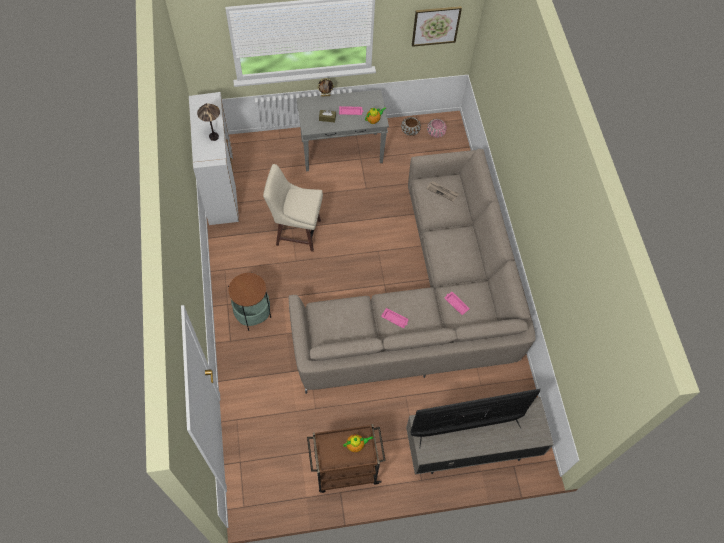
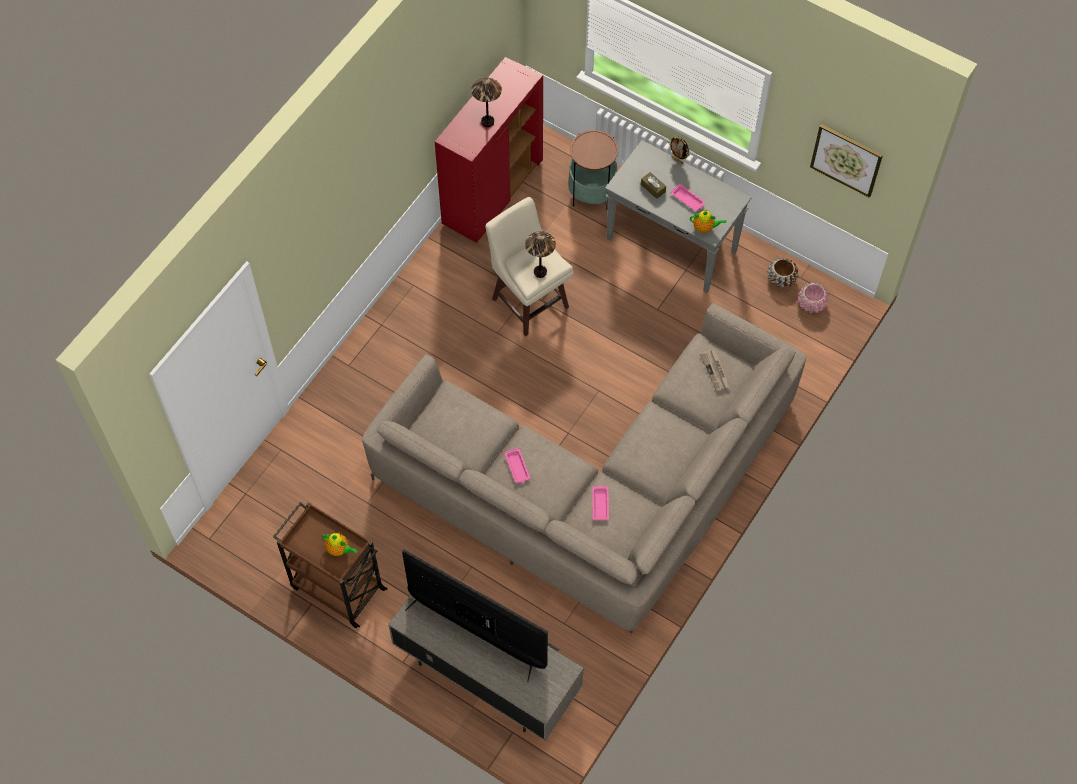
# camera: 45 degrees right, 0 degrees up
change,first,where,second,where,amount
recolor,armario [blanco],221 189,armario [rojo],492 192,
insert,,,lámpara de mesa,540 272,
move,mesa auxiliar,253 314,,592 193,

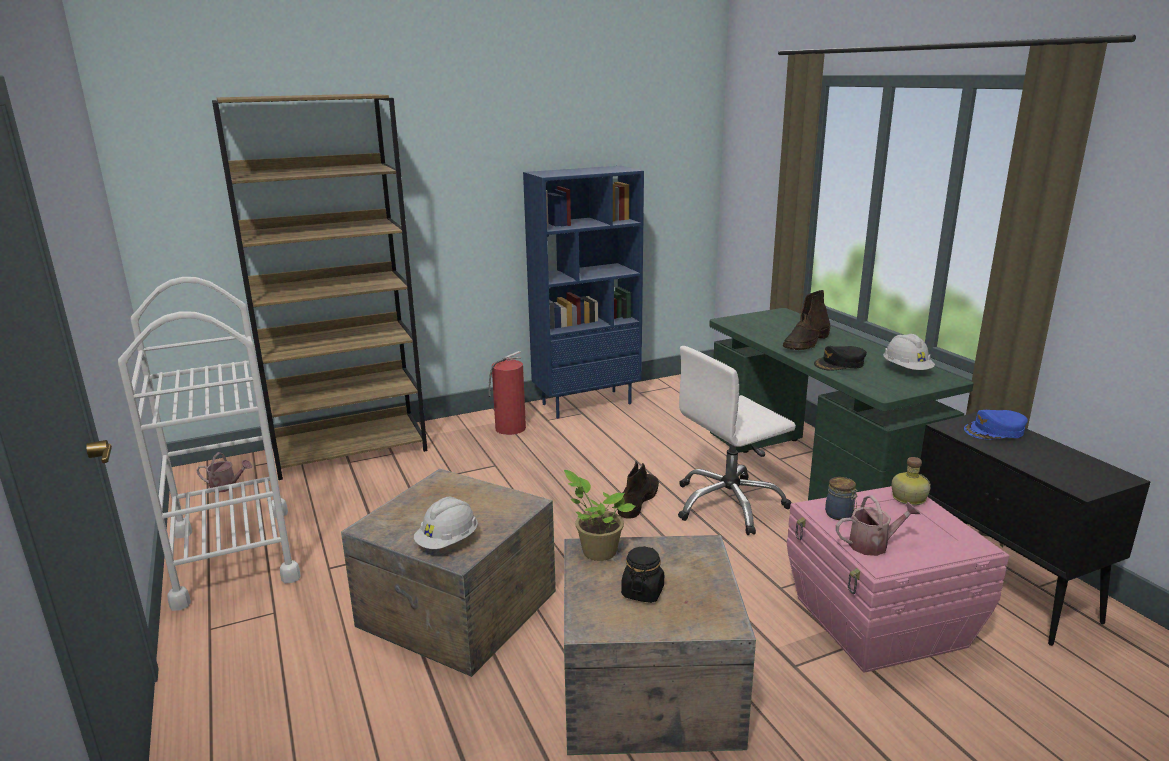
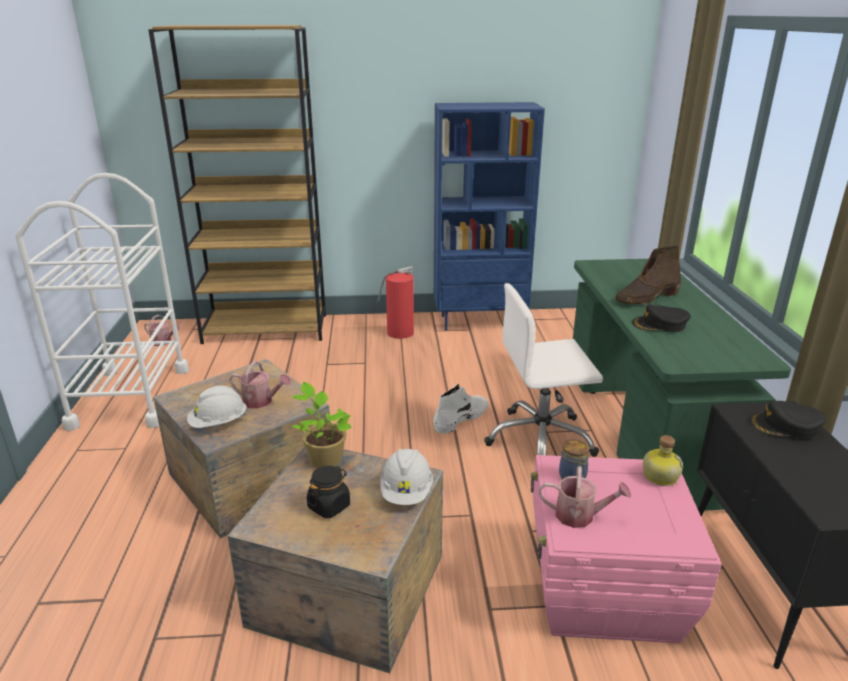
# camera: 20 degrees right, 5 degrees up
change,first,where,second,where,amount
insert,,,regadera,261 401,
move,casco [blanco],906 370,,406 492,
recolor,bota [marrón],638 500,bota [blanco],461 418,
recolor,gorra [azul],995 431,gorra [negro],785 426,

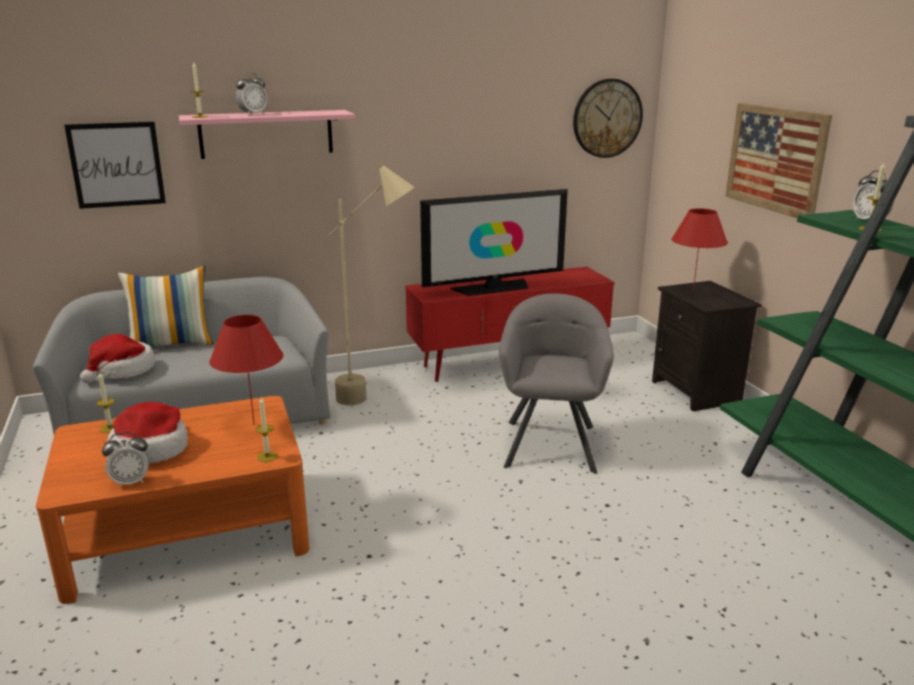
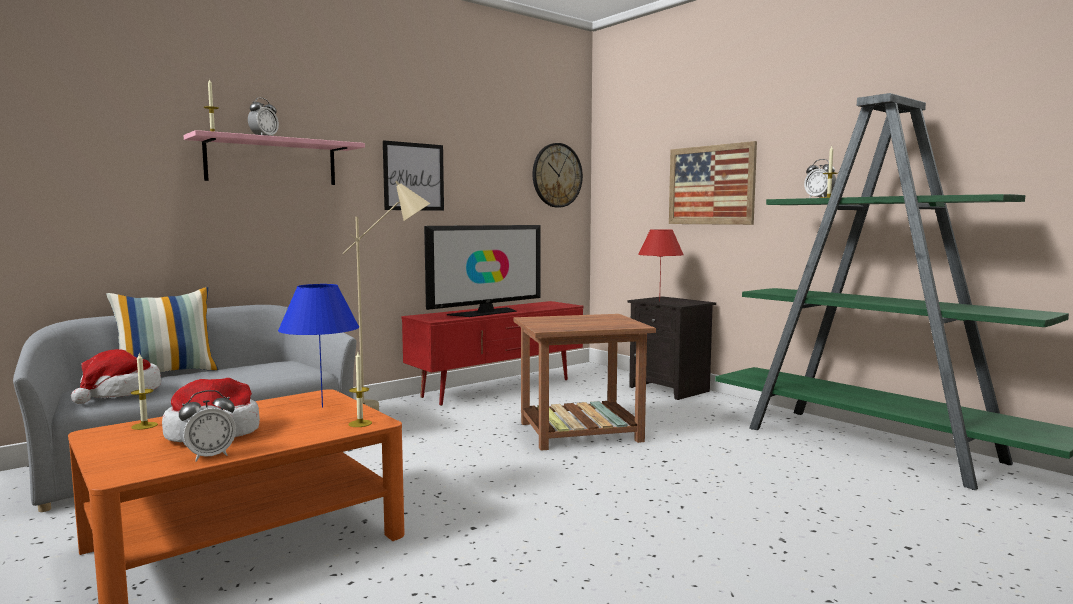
# camera: 20 degrees left, 15 degrees down
change,first,where,second,where,amount
recolor,lámpara de mesa [rojo],254 424,lámpara de mesa [azul],322 407,
move,cuadro,116 165,,413 176,
replace,sillón [gris],551 445,mesa auxiliar [marrón],581 431,

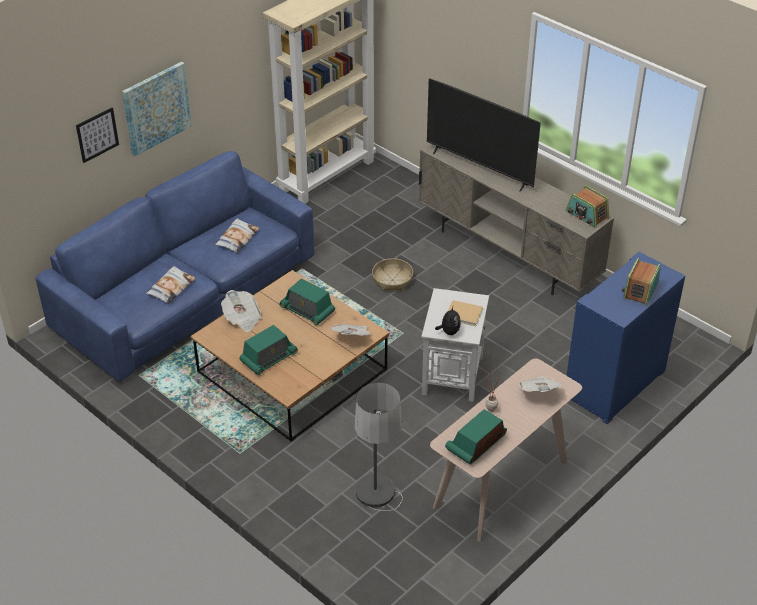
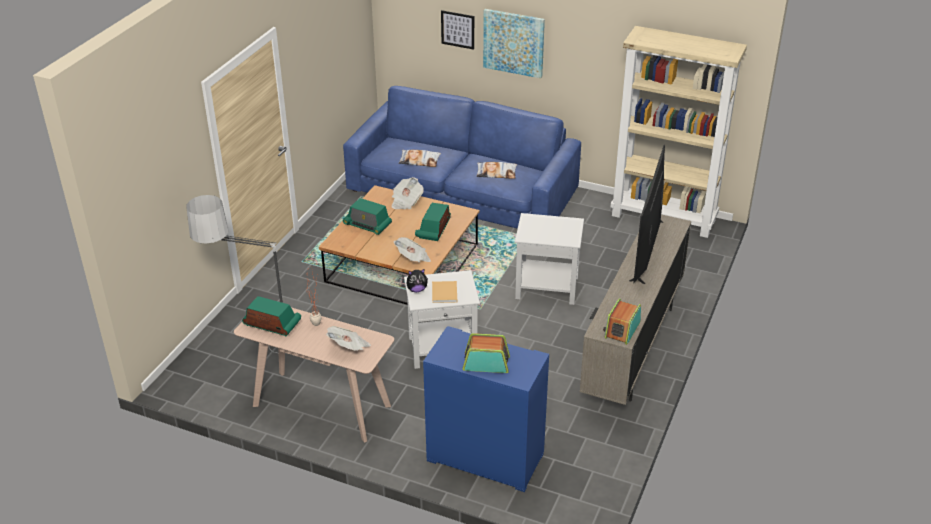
# camera: 70 degrees right, 5 degrees down
change,first,where,second,where,amount
replace,cesta,392 280,mesa auxiliar [blanco],546 287,

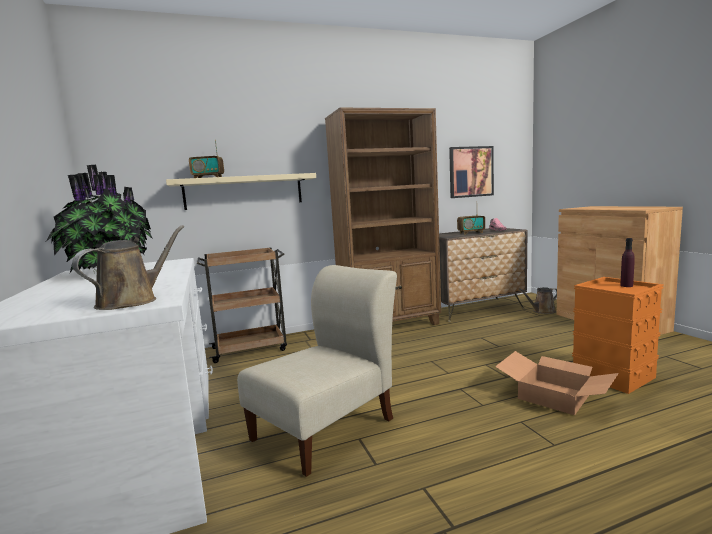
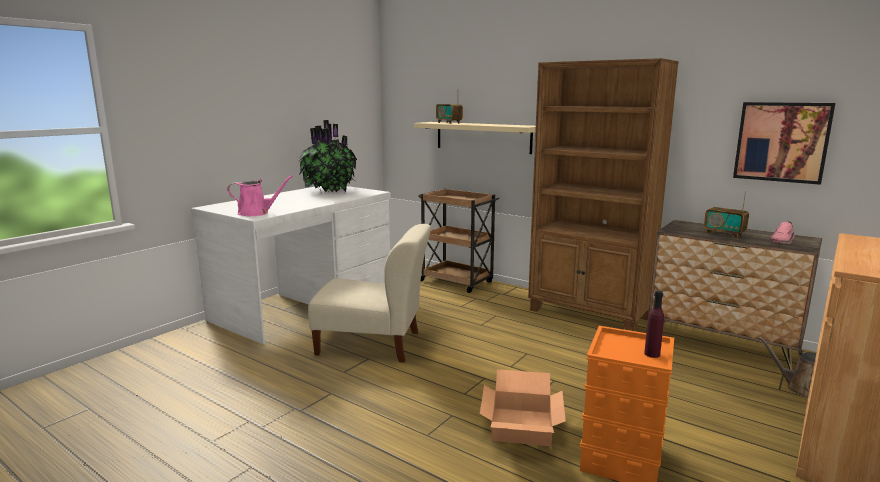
# camera: 55 degrees right, 5 degrees up
change,first,where,second,where,amount
recolor,regadera [marrón],132 301,regadera [rosa],256 213,

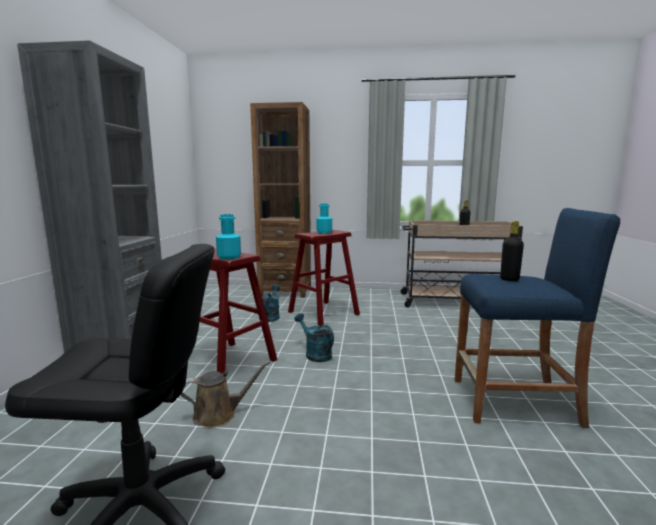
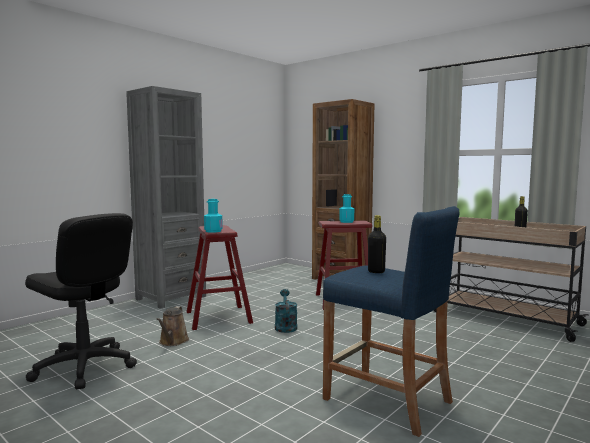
# camera: 35 degrees right, 5 degrees down
change,first,where,second,where,amount
rotate,regadera [marrón],219 414,,173 341,75 degrees clockwise
delete,regadera [turquesa],270 316,,,

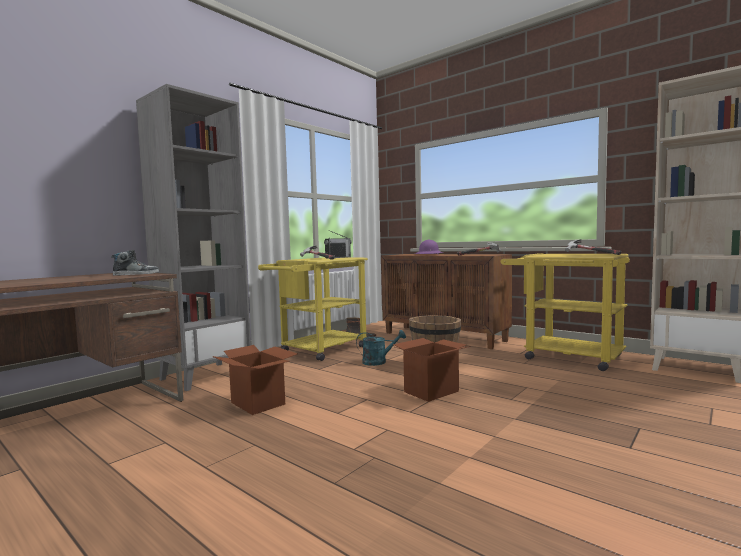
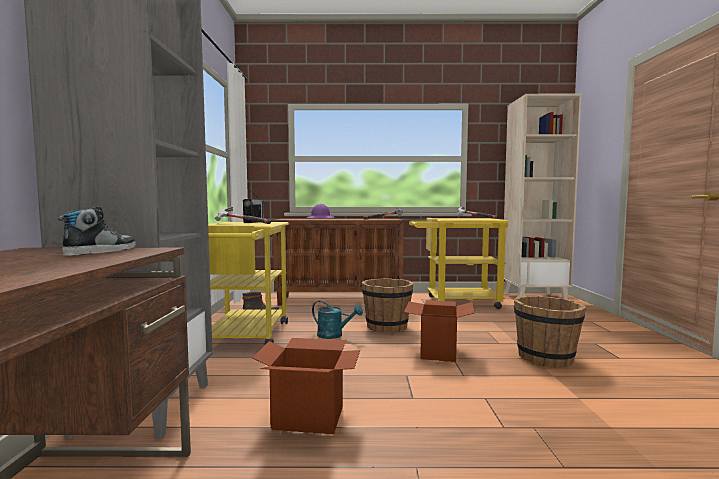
# camera: 40 degrees left, 0 degrees up
change,first,where,second,where,amount
rotate,regadera [turquesa],379 362,,334 335,75 degrees clockwise
insert,,,cubo [marrón],546 358,

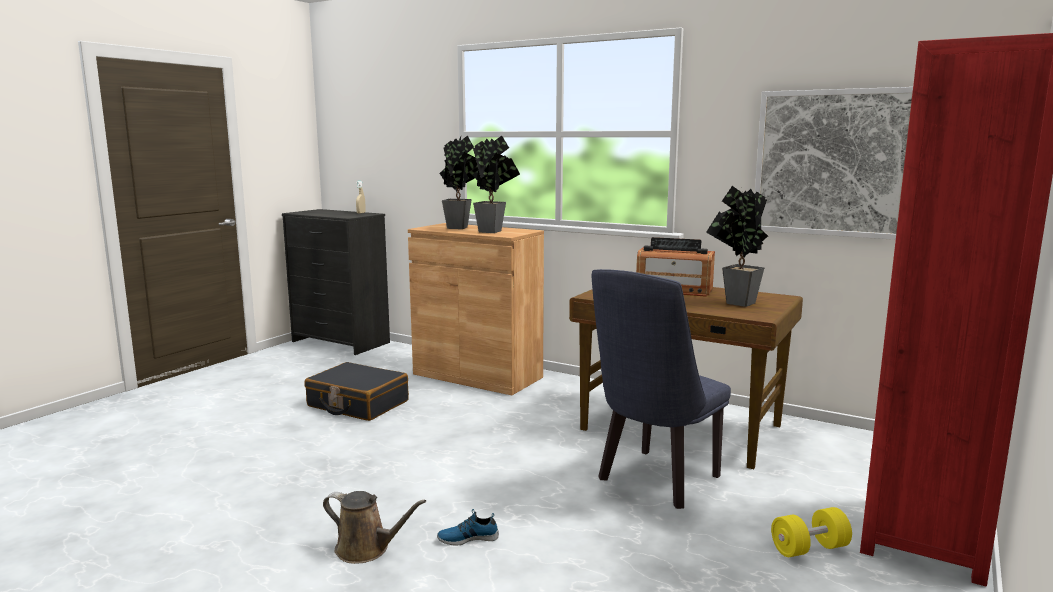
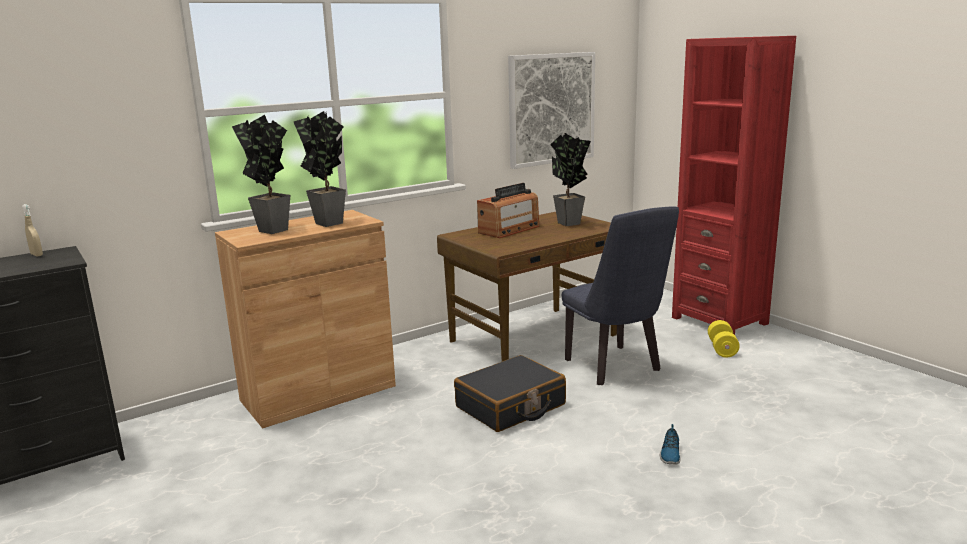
# camera: 65 degrees left, 5 degrees up
change,first,where,second,where,amount
move,maleta [negro],357 404,,511 406,
delete,regadera [marrón],367 549,,,

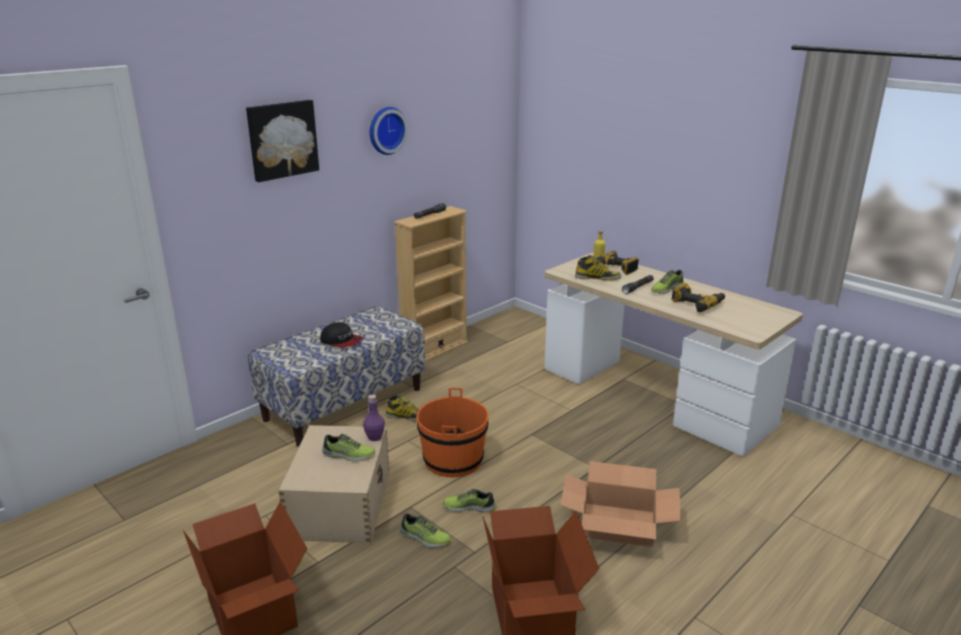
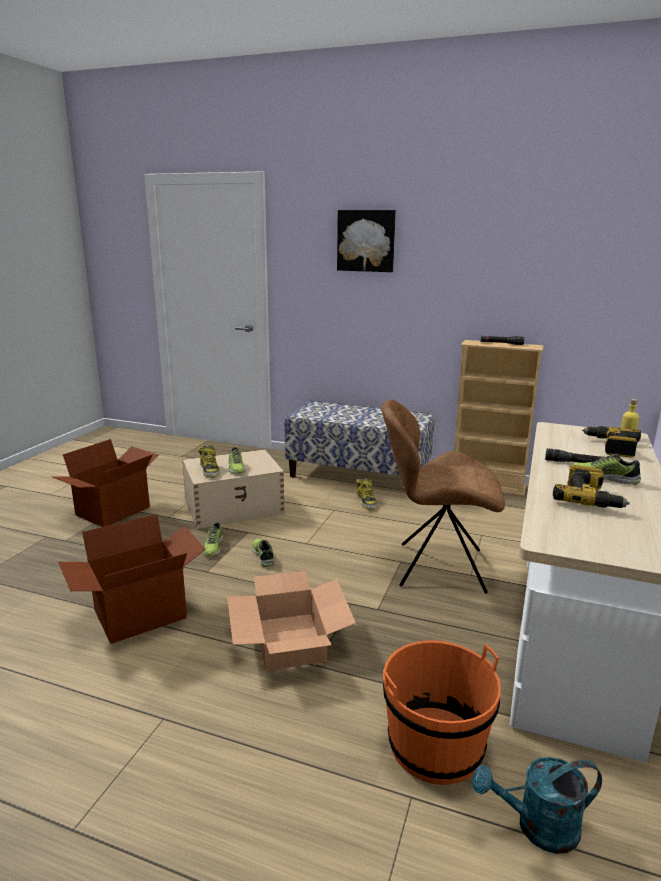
# camera: 65 degrees right, 5 degrees down
change,first,where,second,where,amount
move,bota,597 278,,209 470,
insert,,,silla [marrón],436 567,
move,cubo [naranja],453 460,,435 746,
insert,,,regadera [turquesa],537 828,
delete,gorra,341 341,,,
delete,botella [morado],374 437,,,
delete,reloj de pared,385 130,,,

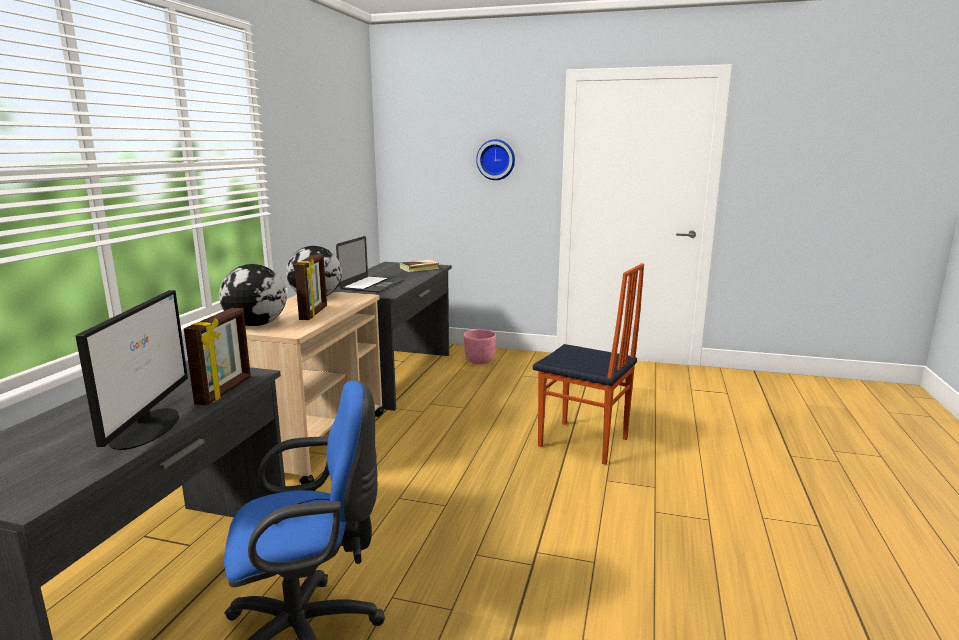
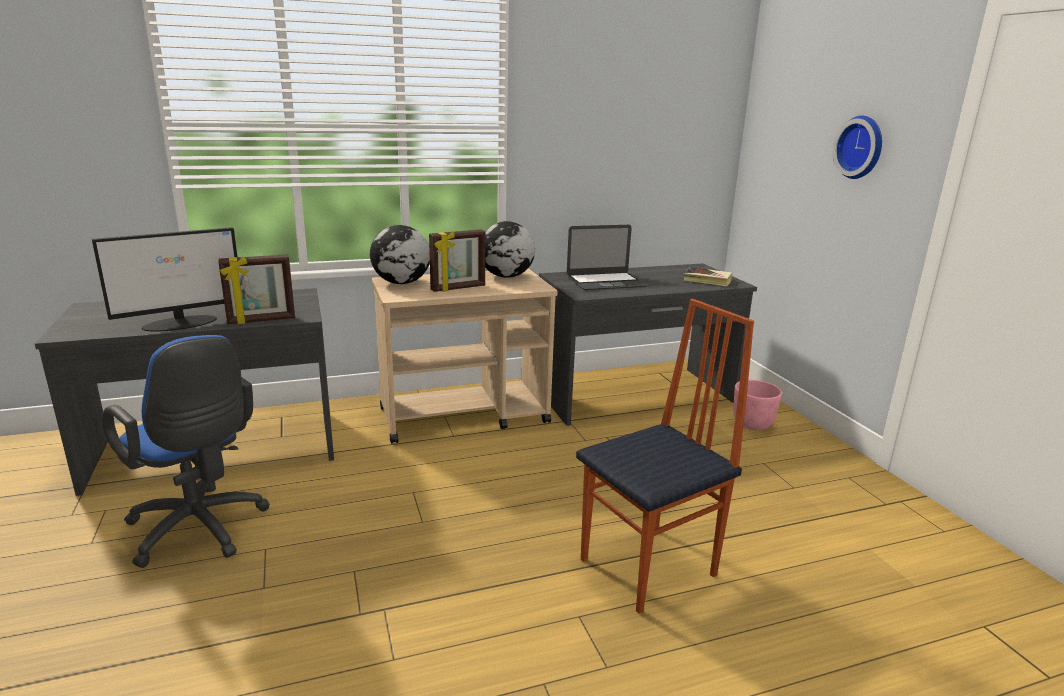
# camera: 55 degrees right, 5 degrees up
change,first,where,second,where,amount
rotate,silla,583 443,,650 568,120 degrees counterclockwise

